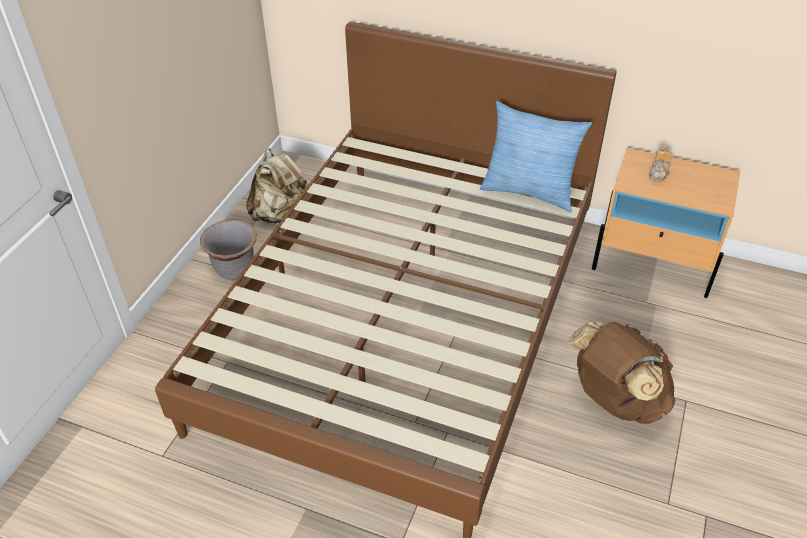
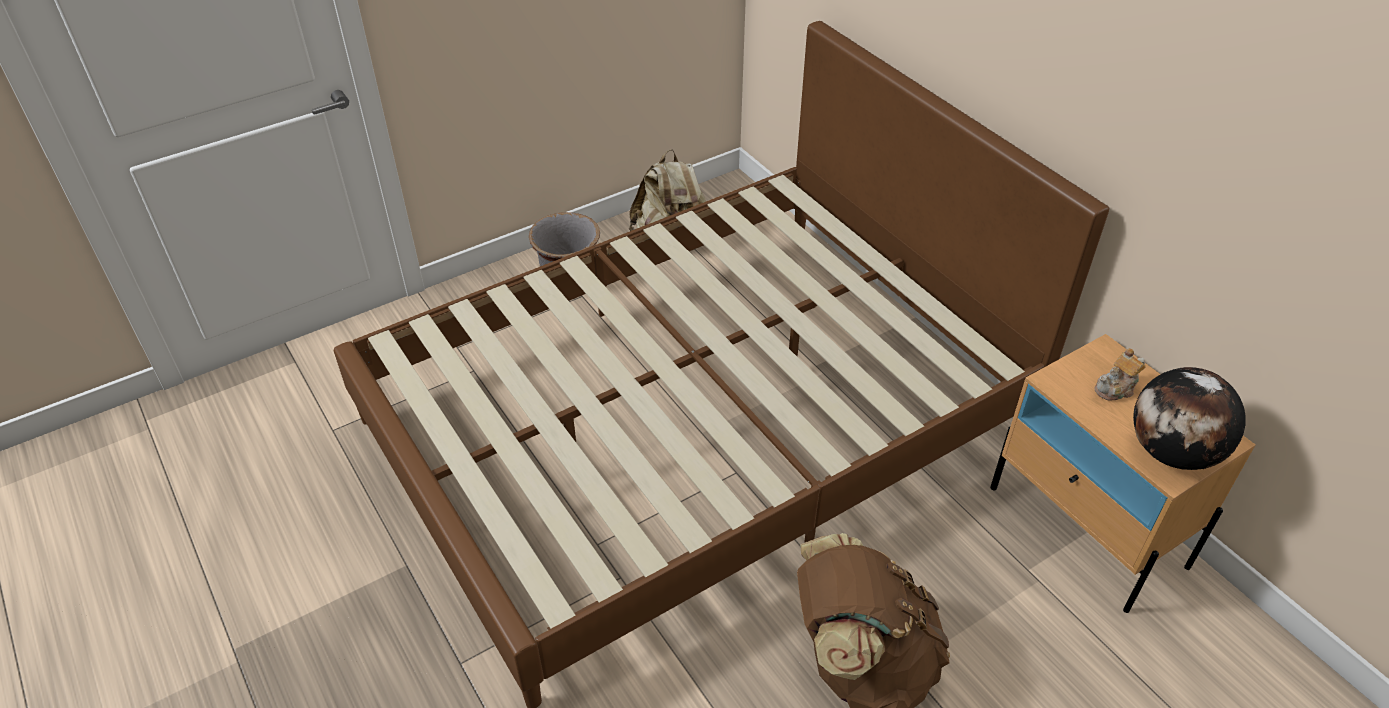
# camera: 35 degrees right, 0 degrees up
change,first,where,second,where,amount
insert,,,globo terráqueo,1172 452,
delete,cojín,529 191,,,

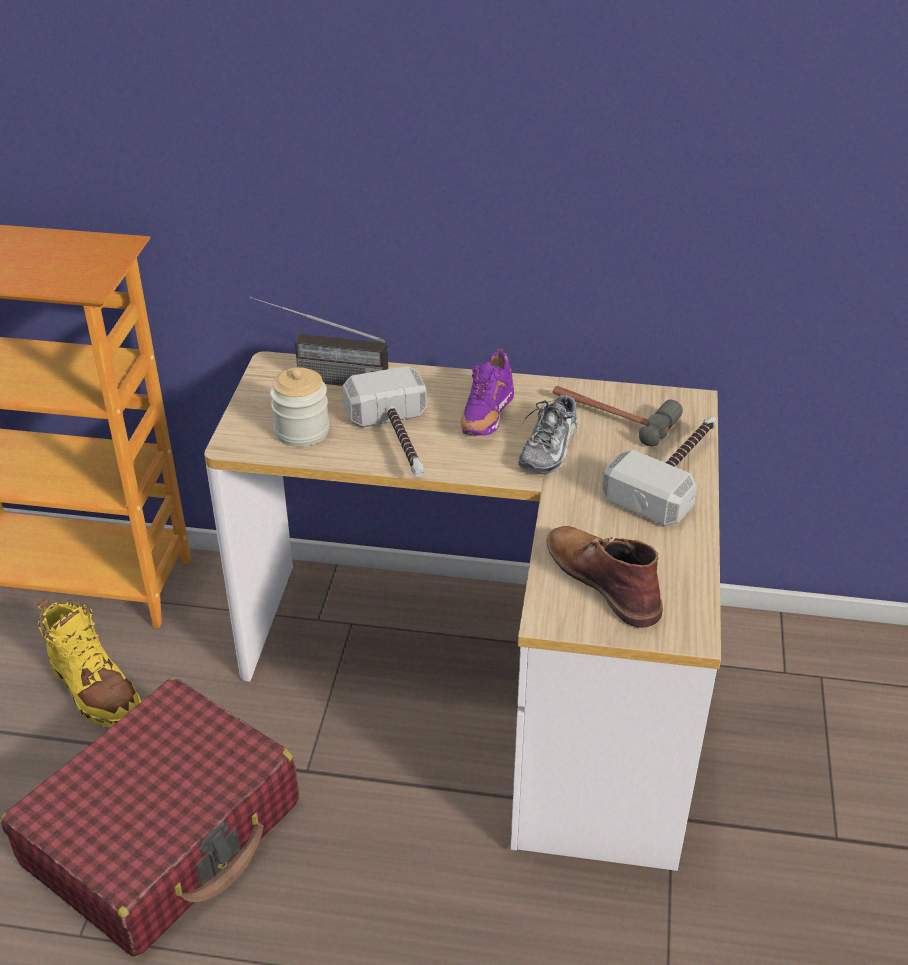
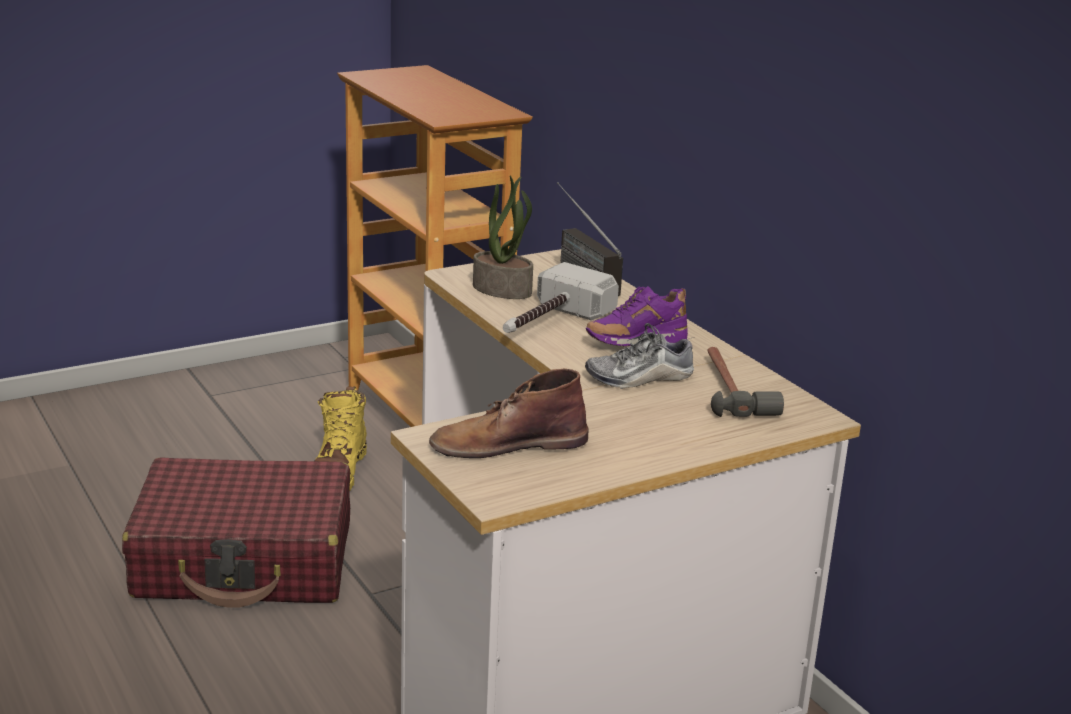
# camera: 50 degrees right, 15 degrees down
change,first,where,second,where,amount
rotate,bota [marrón],602 579,,507 444,120 degrees counterclockwise
replace,tarro,302 431,planta en maceta,503 289,
delete,martillo,673 475,,,

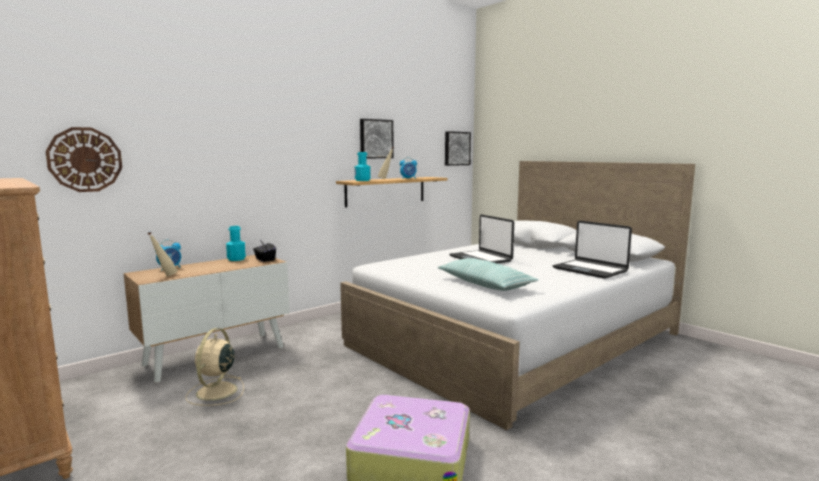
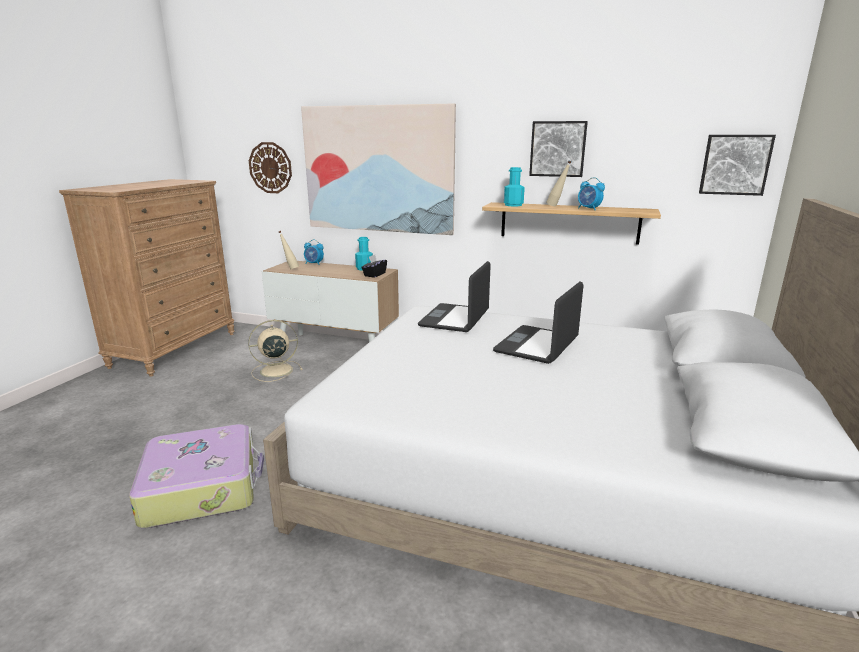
# camera: 60 degrees right, 10 degrees up
change,first,where,second,where,amount
insert,,,cuadro,378 170,
move,portátil,590 270,,455 319,
delete,cojín,485 284,,,

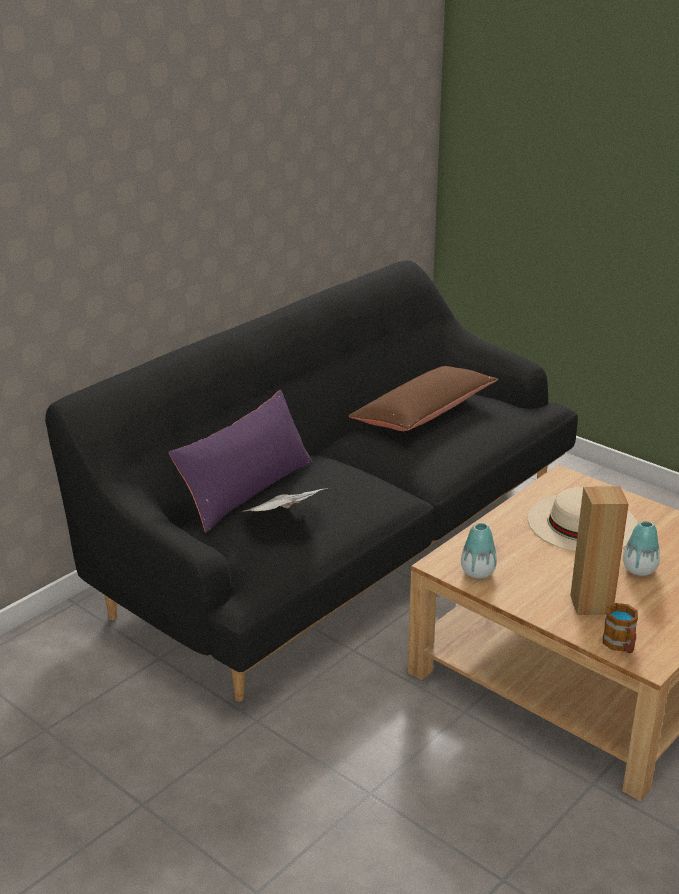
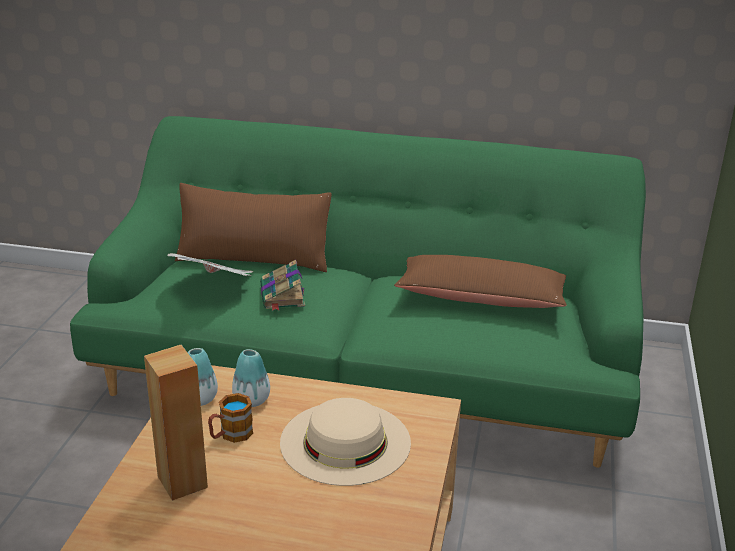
# camera: 60 degrees right, 0 degrees up
change,first,where,second,where,amount
recolor,sofá [negro],339 543,sofá [verde],365 372,
recolor,cojín [morado],246 490,cojín [marrón],254 258,
move,taza grande,621 646,,230 435,
move,florero,639 569,,251 400,
insert,,,libro,282 296,

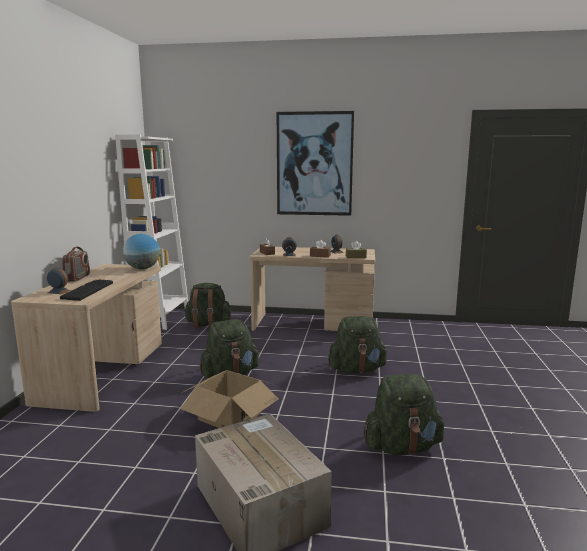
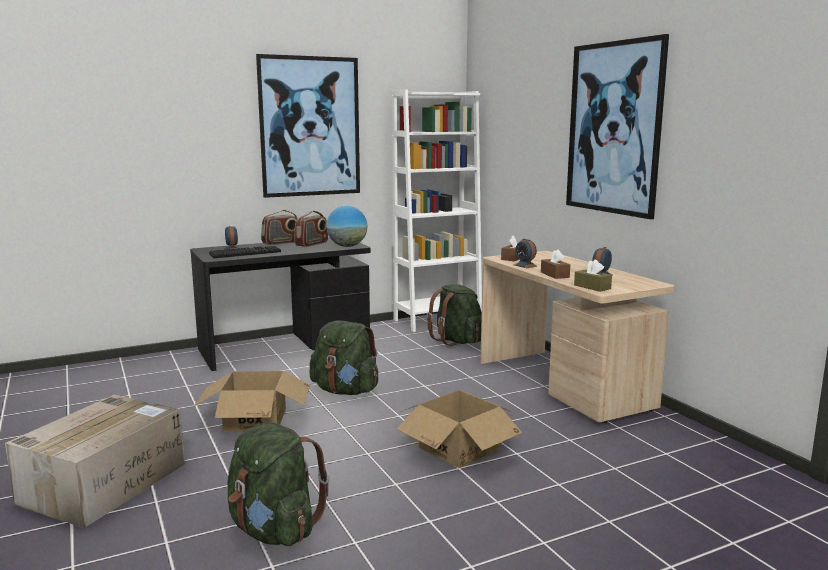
# camera: 55 degrees right, 0 degrees up
change,first,where,second,where,amount
recolor,escritorio [beis],104 372,escritorio [negro],285 347,
insert,,,cuadro,310 127,
insert,,,radio,312 244,
replace,mochila [verde],356 370,caja de cartón,459 448,

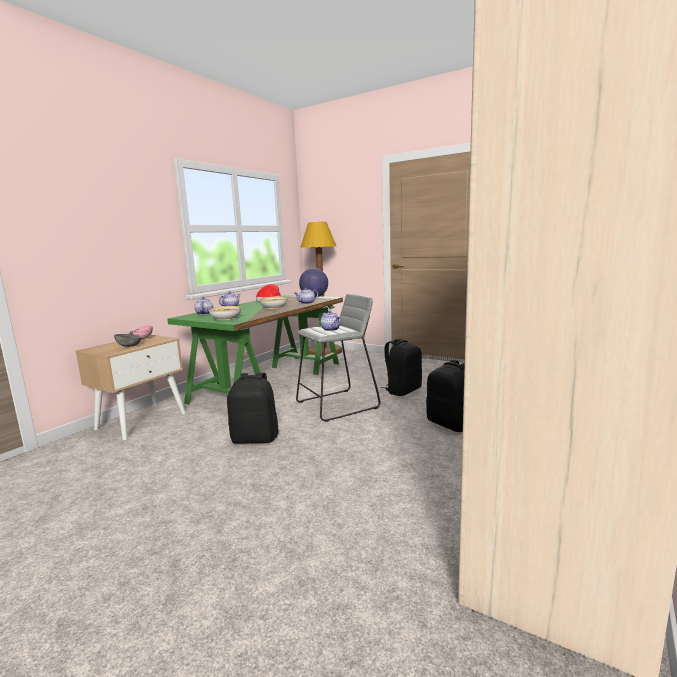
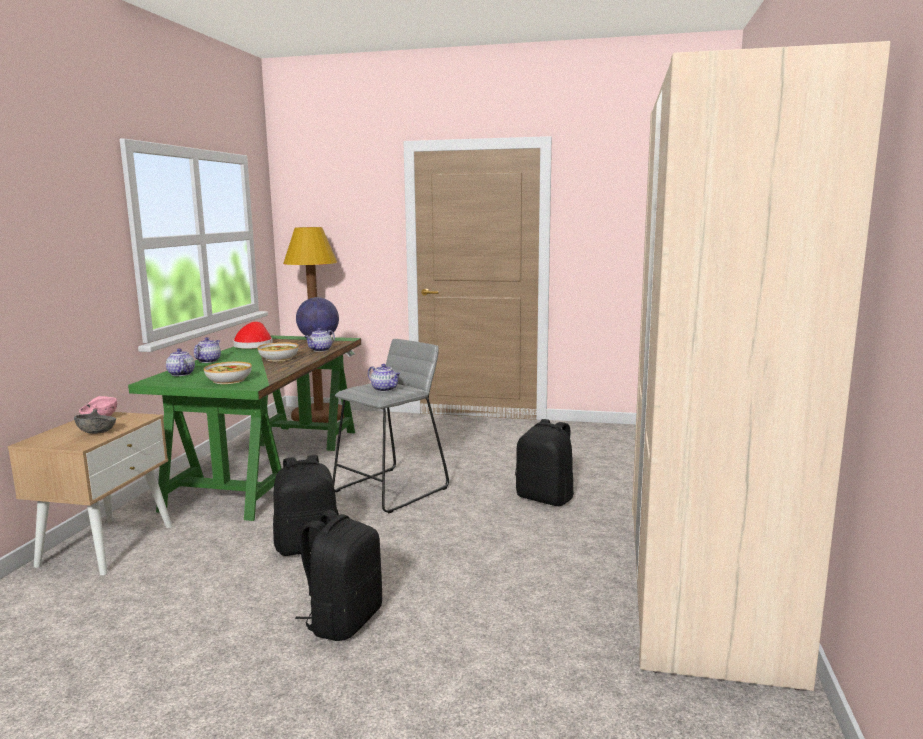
# camera: 20 degrees left, 0 degrees up
change,first,where,second,where,amount
move,mochila [negro],402 391,,343 621,

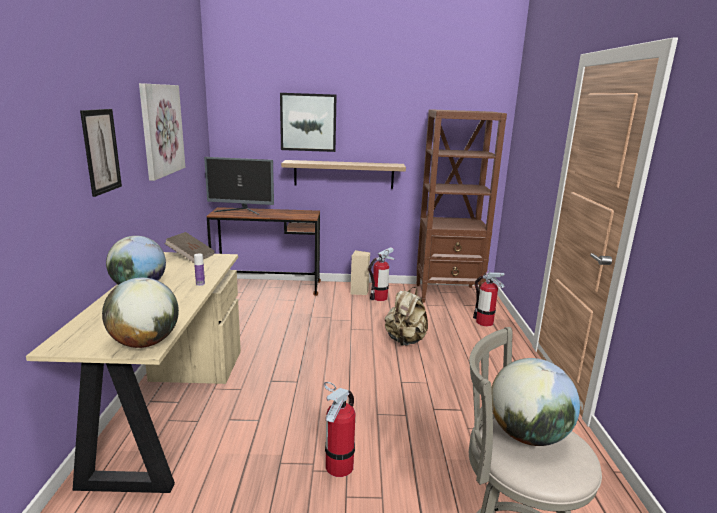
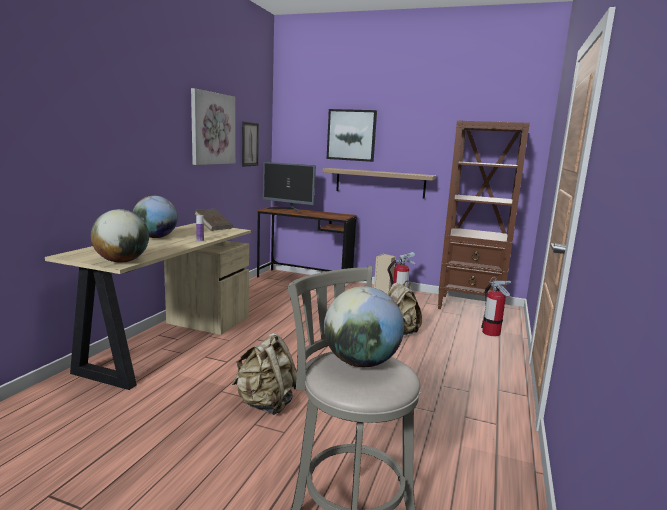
# camera: 20 degrees right, 5 degrees down
change,first,where,second,where,amount
replace,extintor,339 466,mochila [beis],266 404,
move,cuadro,101 151,,250 144,

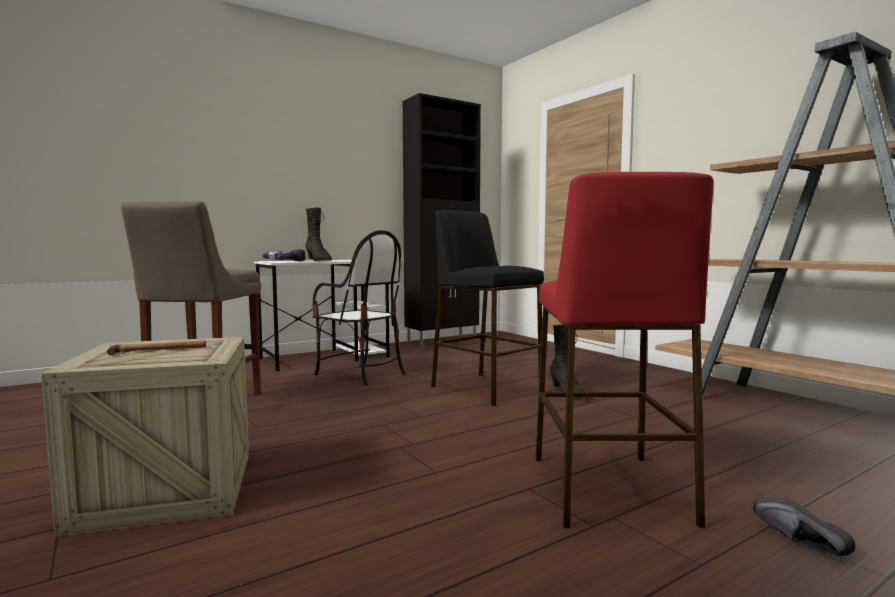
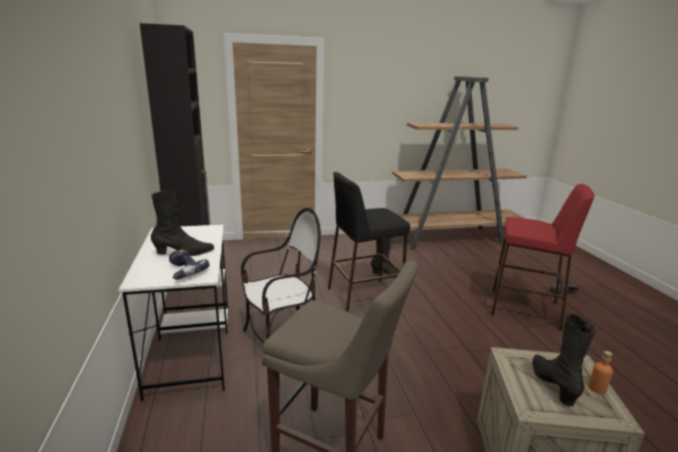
# camera: 70 degrees left, 15 degrees up
change,first,where,second,where,amount
replace,martillo,159 350,bota [negro],553 385,
insert,,,botella [naranja],597 388,

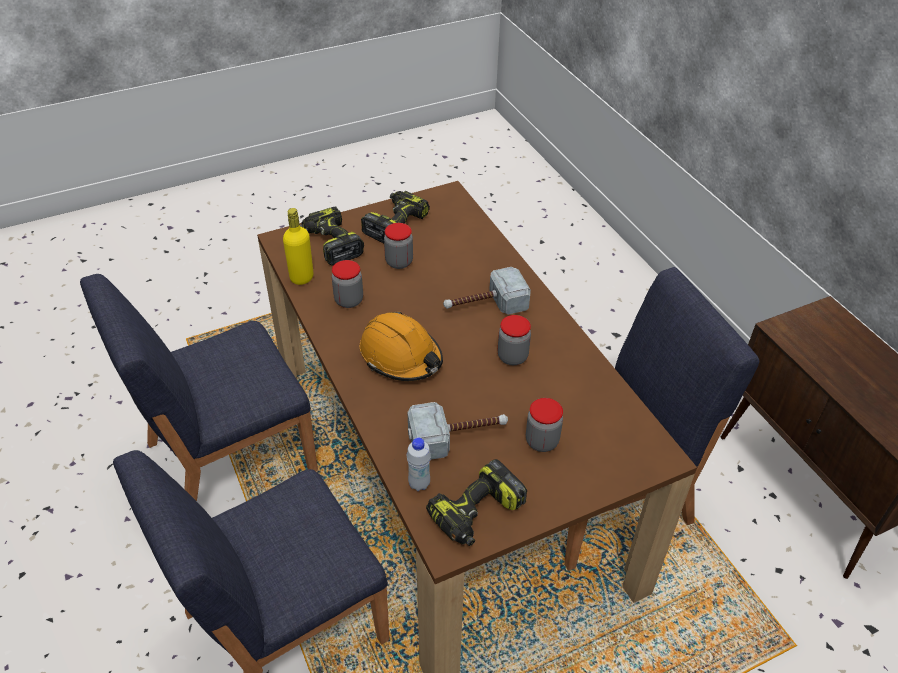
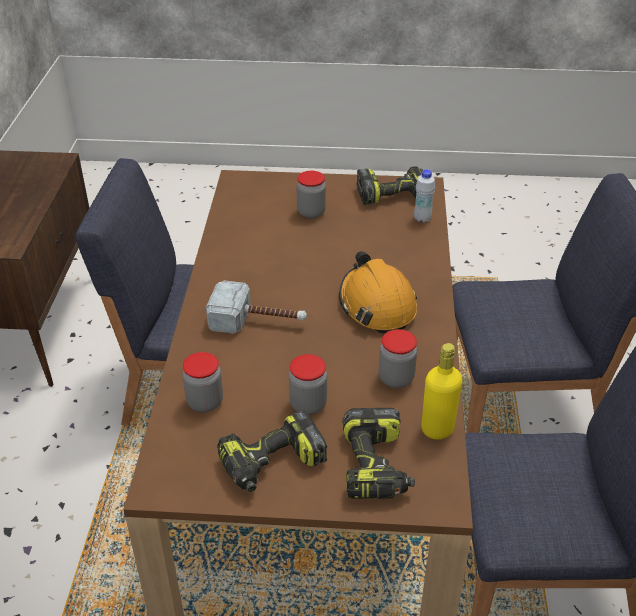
# camera: 150 degrees left, 5 degrees down
change,first,where,second,where,amount
move,tarro,512 357,,205 402,
delete,martillo,458 436,,,

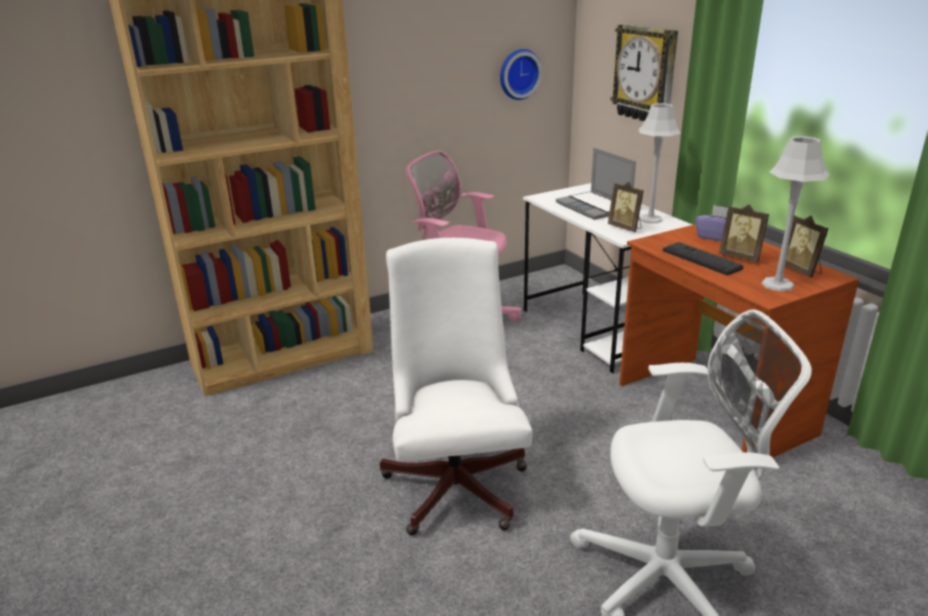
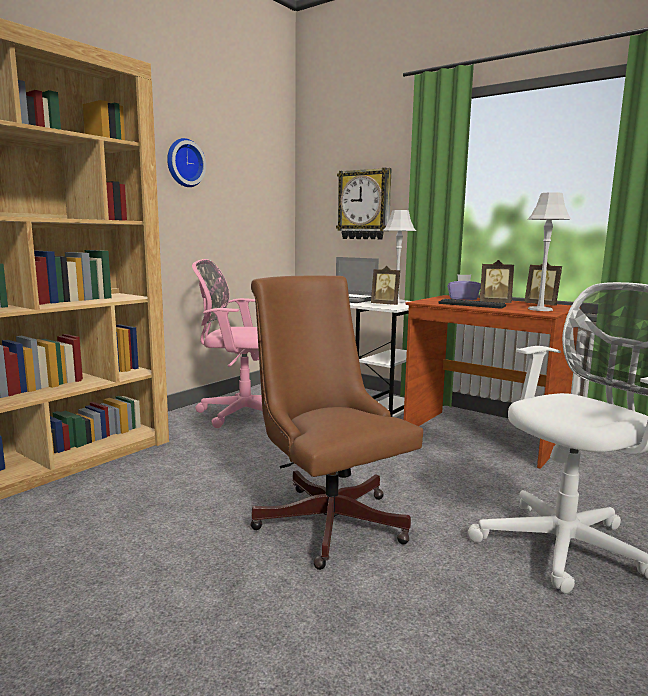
# camera: 25 degrees left, 15 degrees down
change,first,where,second,where,amount
move,reloj de pared,518 74,,184 163,
recolor,silla de oficina [blanco],456 480,silla de oficina [marrón],327 518,

